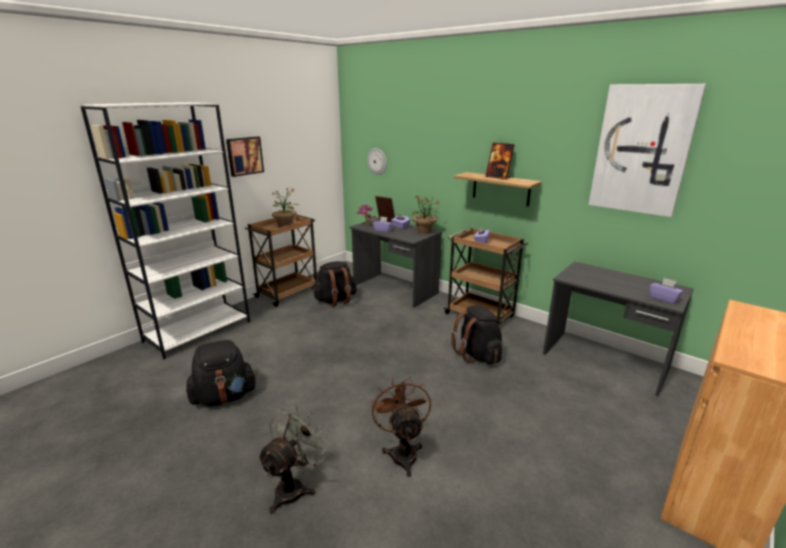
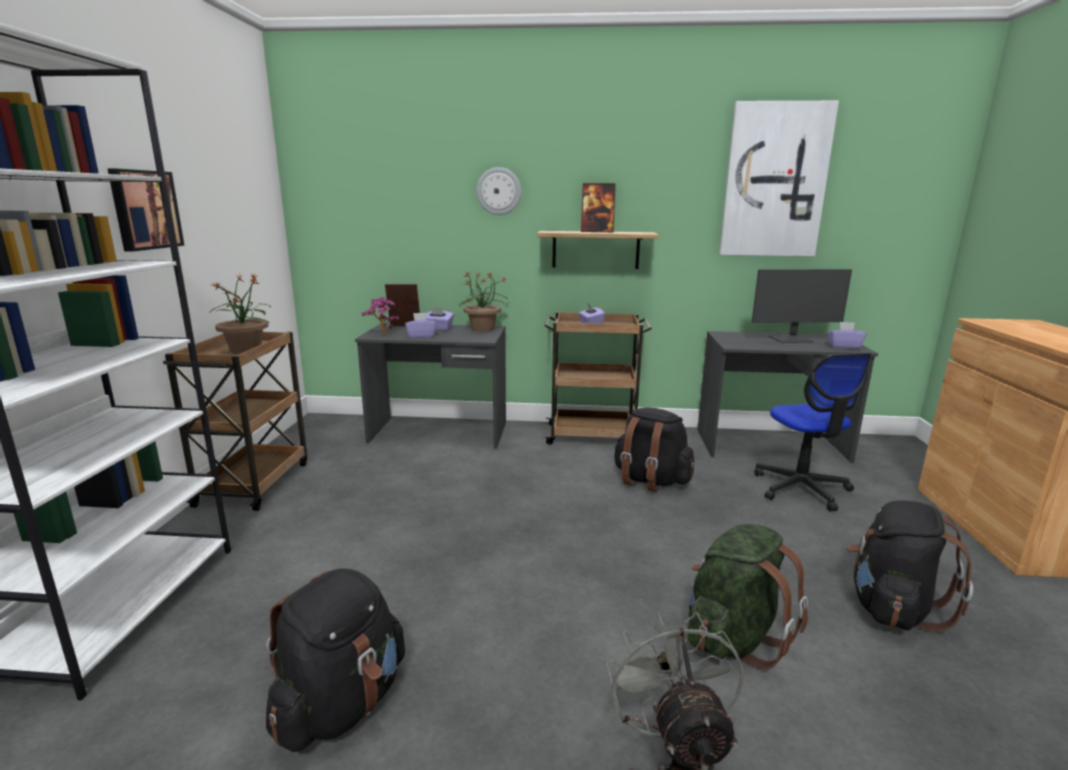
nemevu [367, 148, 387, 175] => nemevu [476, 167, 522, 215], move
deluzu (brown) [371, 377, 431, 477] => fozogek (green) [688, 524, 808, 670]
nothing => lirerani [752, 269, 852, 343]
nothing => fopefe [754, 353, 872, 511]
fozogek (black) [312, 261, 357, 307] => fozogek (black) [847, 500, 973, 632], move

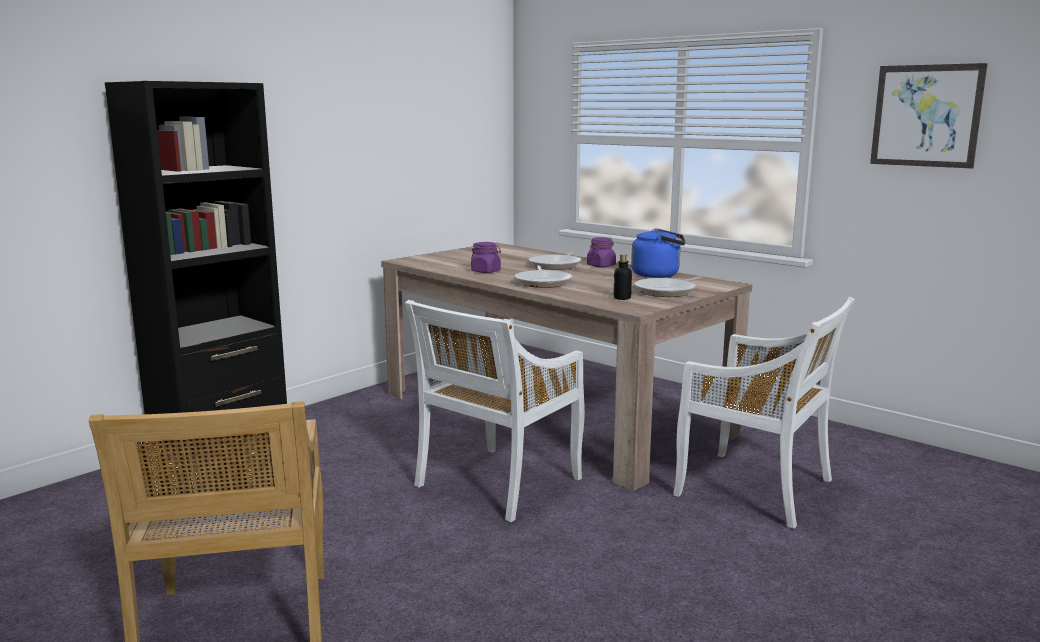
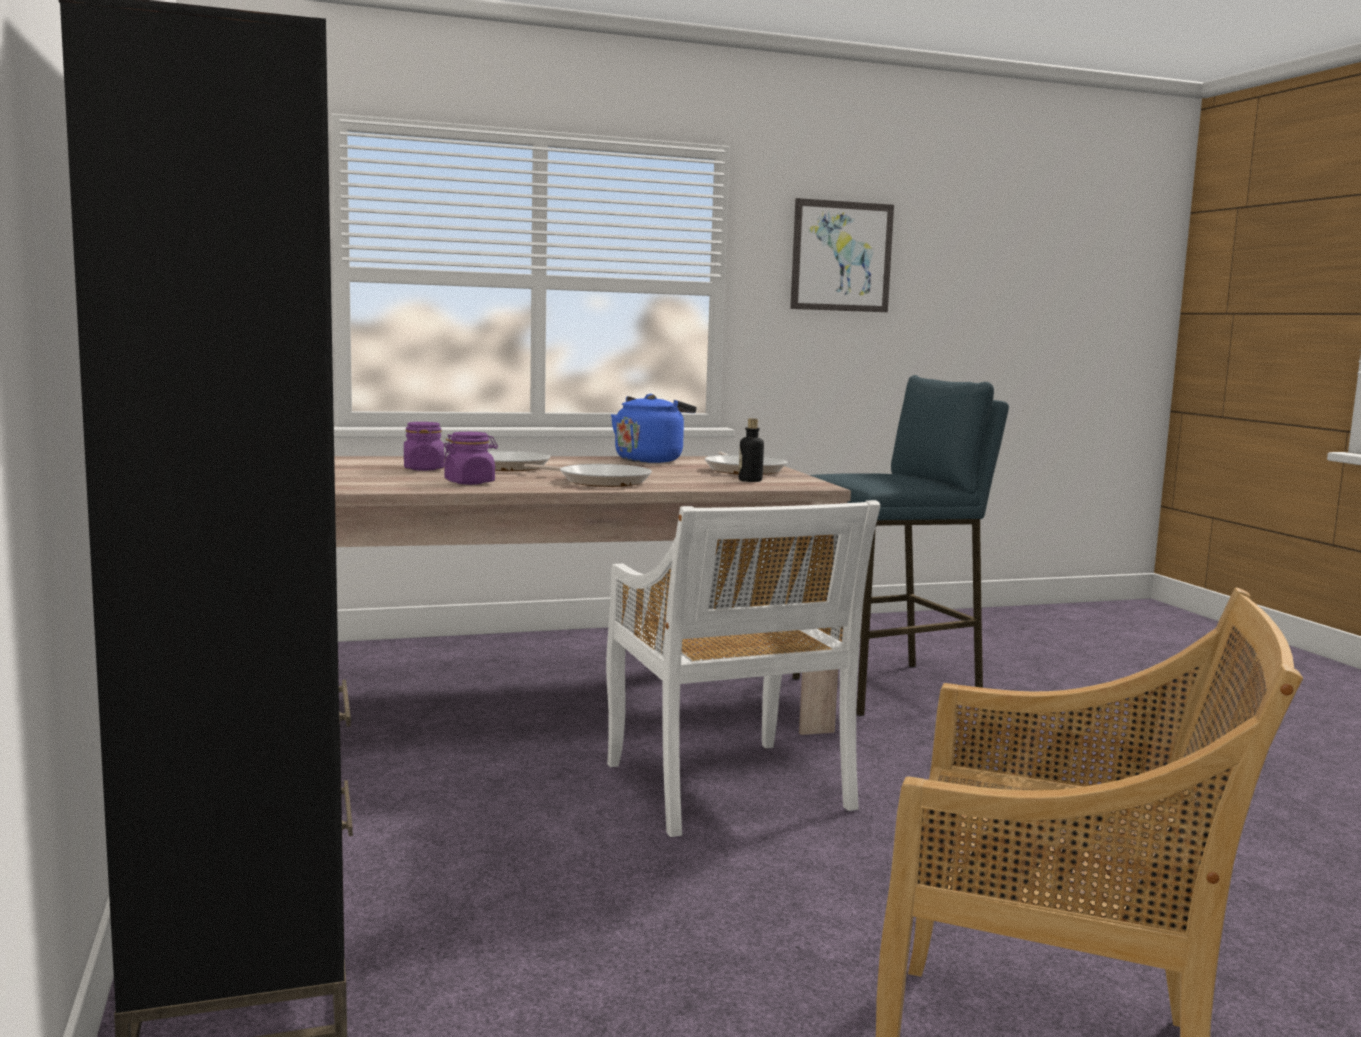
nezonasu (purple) [587, 237, 616, 267] => nezonasu (purple) [404, 422, 444, 471], move
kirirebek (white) [673, 297, 855, 529] => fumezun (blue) [793, 375, 1009, 716]

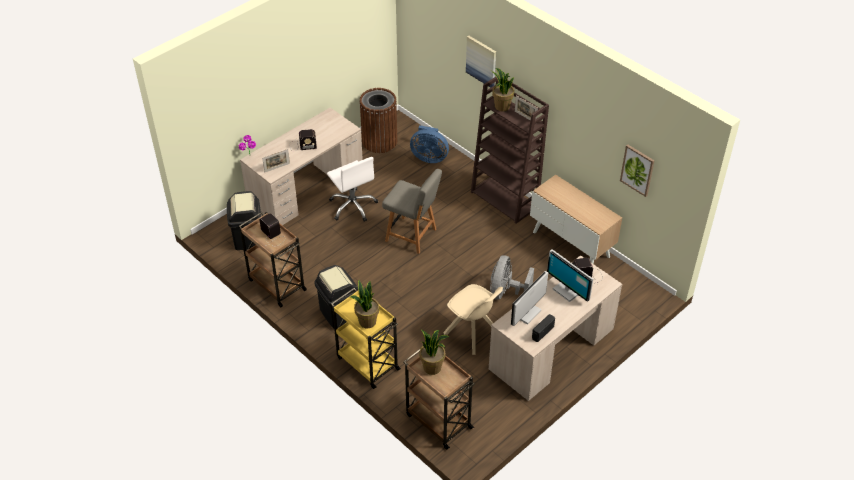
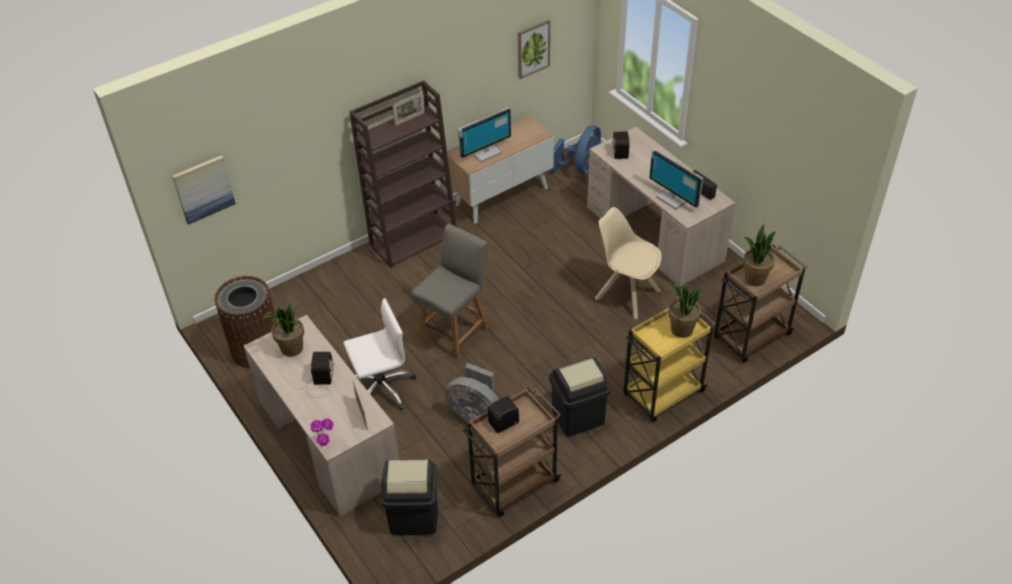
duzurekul [466, 36, 496, 88] => duzurekul [172, 155, 236, 225], move
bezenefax [492, 68, 514, 111] => bezenefax [263, 303, 304, 357], move
deluzu (grey) [490, 256, 534, 300] => deluzu (grey) [445, 363, 499, 421], move
lirerani [547, 249, 593, 302] => lirerani [458, 108, 511, 163], move
deluzu (blue) [410, 125, 449, 163] => deluzu (blue) [550, 125, 601, 174], move
kirirebek (beige) [443, 284, 503, 355] => kirirebek (beige) [595, 207, 662, 319], 105 degrees counterclockwise

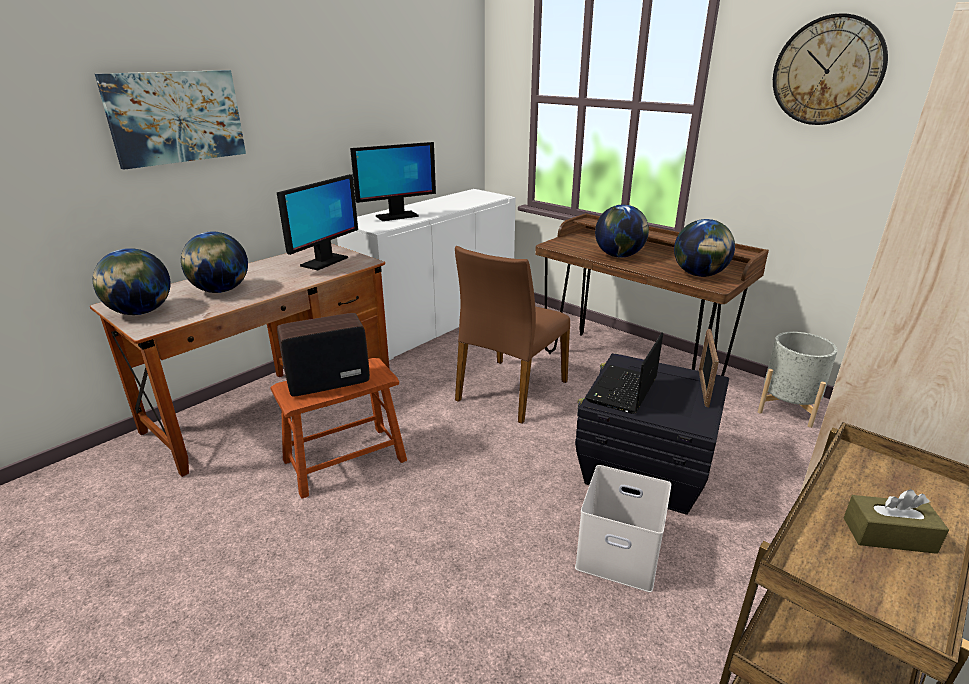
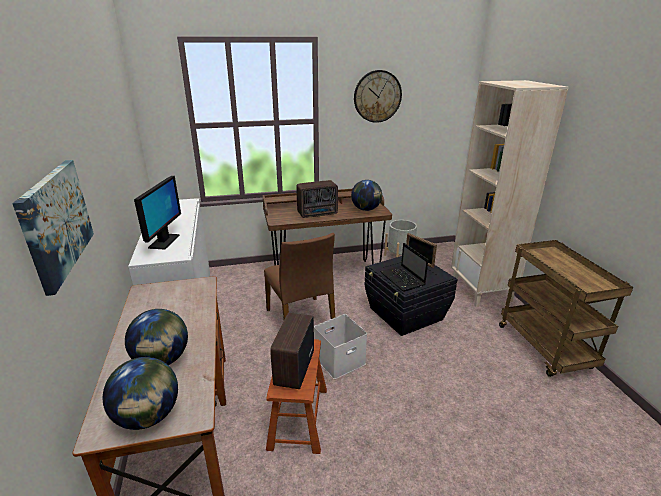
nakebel [595, 205, 649, 258] => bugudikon [297, 180, 338, 218]
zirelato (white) [575, 465, 671, 592] => zirelato (white) [314, 314, 367, 379], move
lirerani [277, 174, 358, 270] => nothing
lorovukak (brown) [844, 489, 949, 554] => nothing

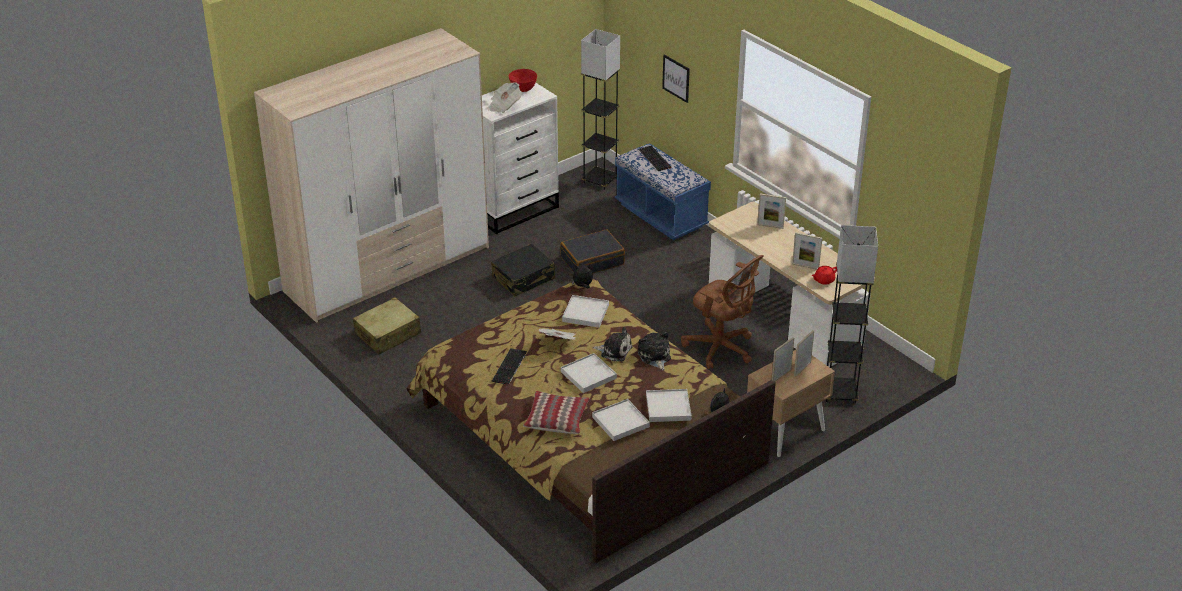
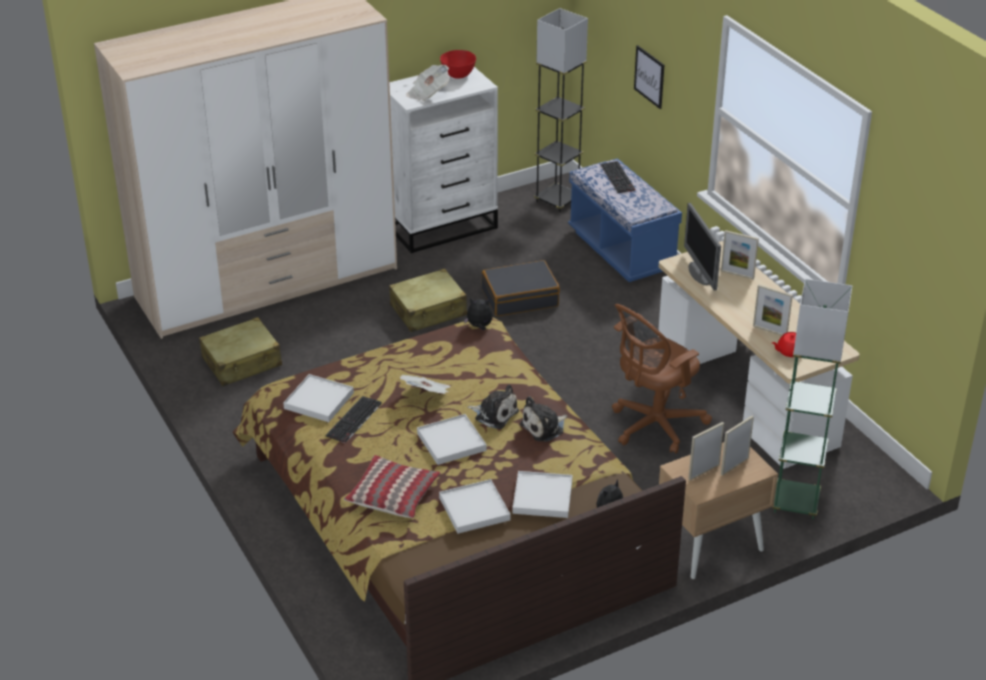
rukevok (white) [562, 295, 609, 328] => rukevok (white) [283, 374, 354, 422], move
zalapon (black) [491, 244, 555, 296] => zalapon (beige) [389, 268, 467, 332]
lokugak [638, 332, 671, 370] => lokugak [520, 396, 567, 442], 120 degrees counterclockwise
fopefe (brown) [681, 255, 764, 369] => fopefe (brown) [612, 304, 712, 454], 90 degrees clockwise
nothing => lirerani [684, 203, 721, 290]
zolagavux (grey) [826, 225, 878, 404] => zolagavux (green) [772, 279, 852, 519]

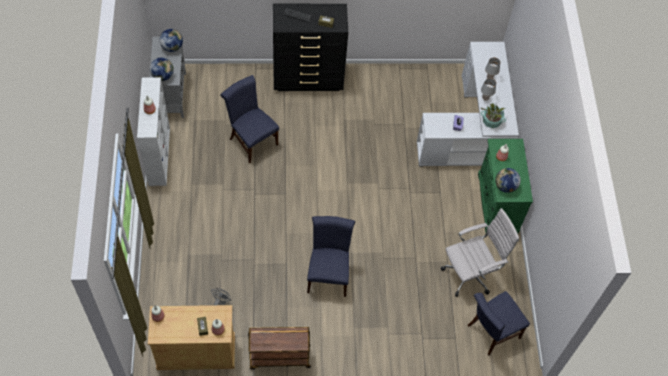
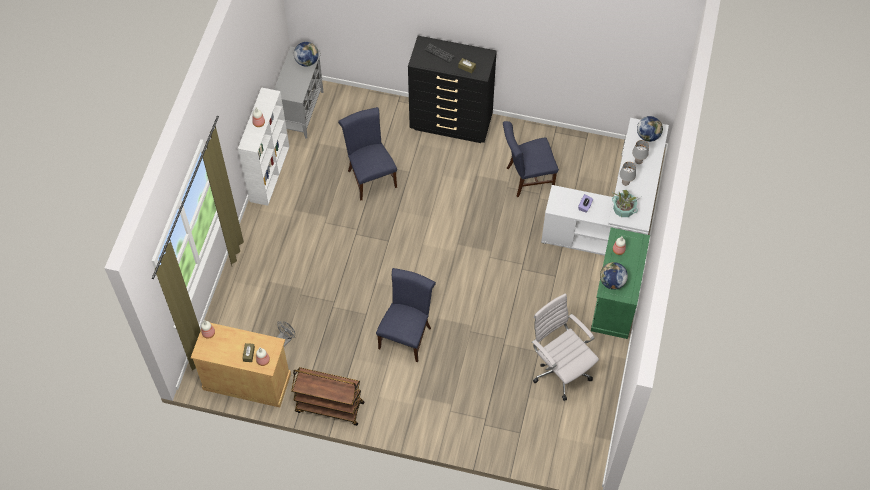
kirirebek (blue) [468, 291, 530, 355] => kirirebek (blue) [503, 121, 559, 198], move
fopefe (white) [441, 208, 519, 297] => fopefe (white) [532, 293, 599, 401], 120 degrees counterclockwise
nakebel [150, 58, 174, 81] => nakebel [637, 116, 663, 142], move

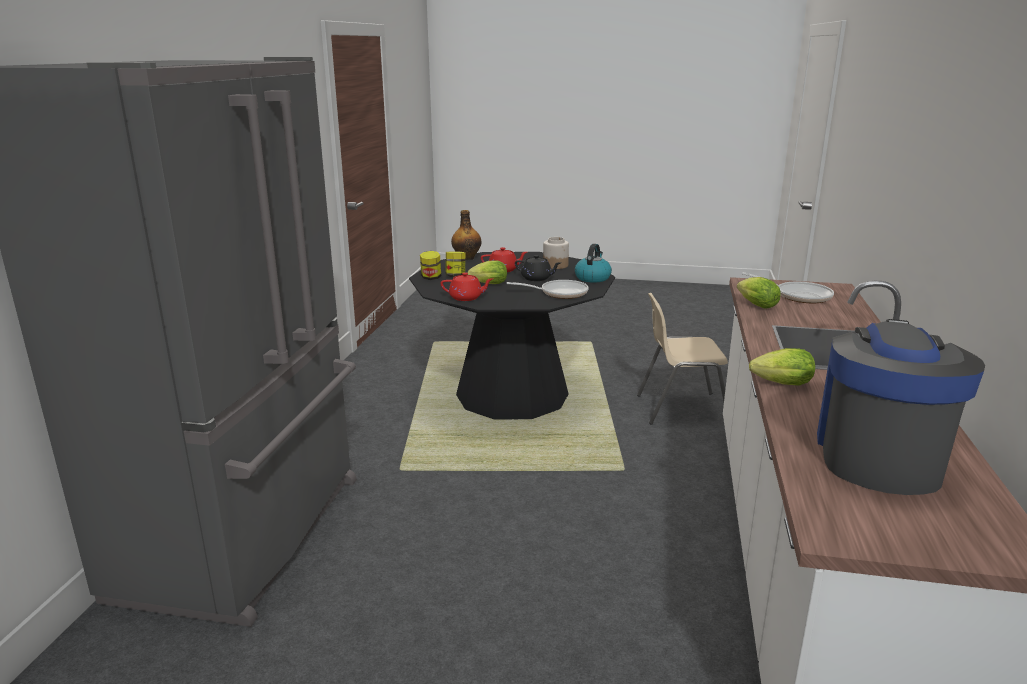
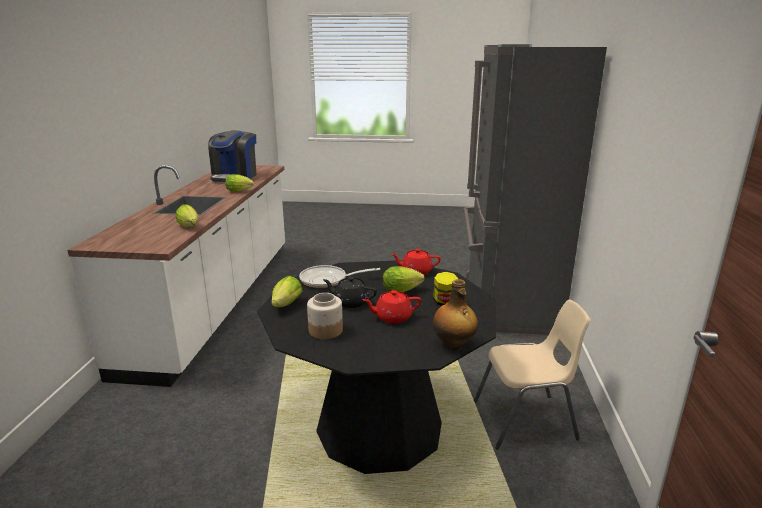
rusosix [575, 244, 612, 283] => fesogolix [271, 276, 303, 307]
kirirebek (beige) [637, 293, 728, 425] => kirirebek (beige) [474, 300, 591, 450], move
nezonasu [420, 251, 441, 280] => nothing
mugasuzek [742, 272, 834, 303] => nothing

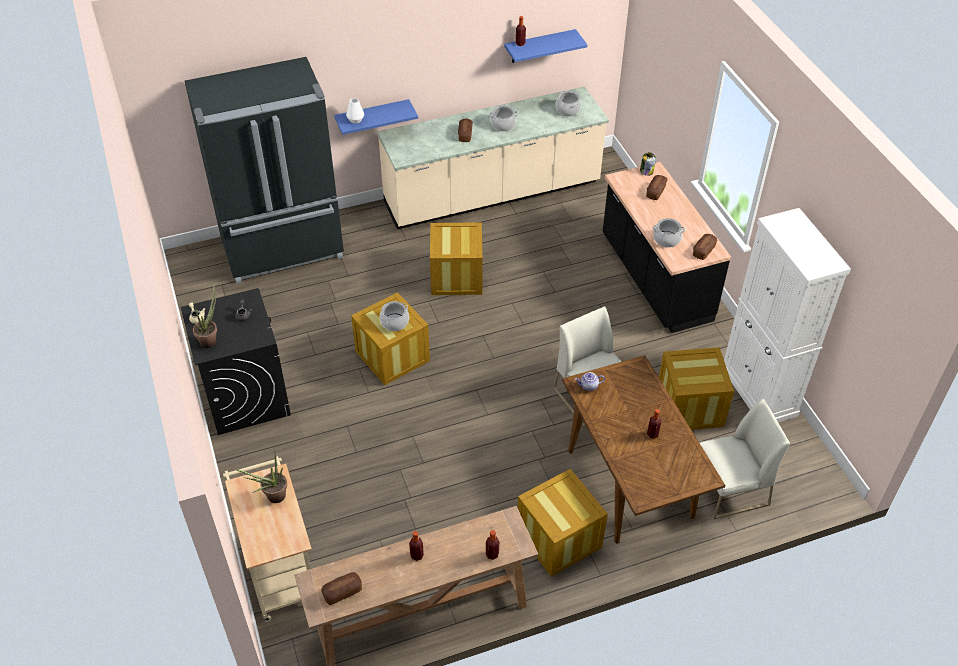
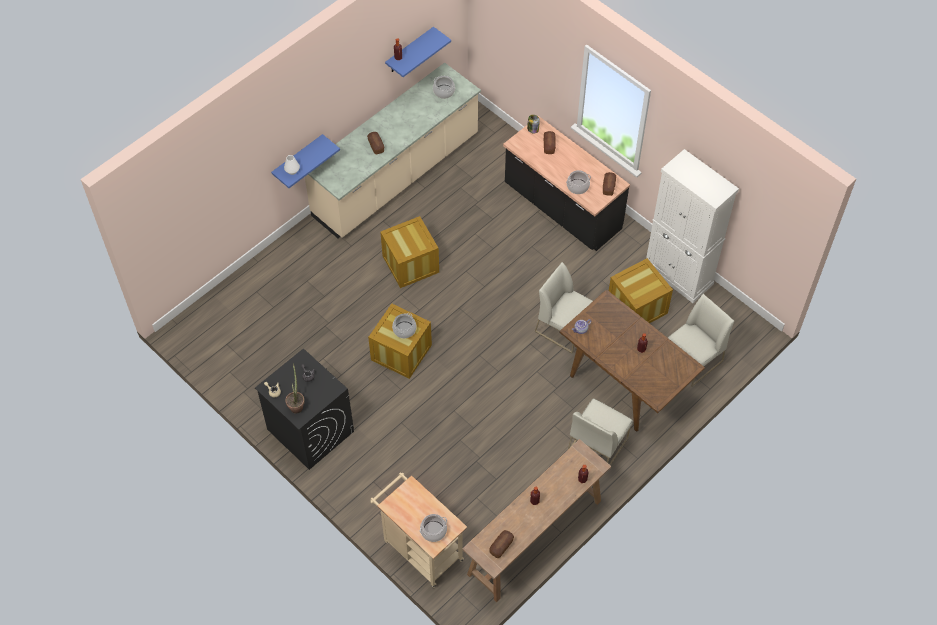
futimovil [489, 105, 518, 131] => futimovil [420, 514, 447, 542], move
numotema [518, 468, 608, 577] => kirirebek (white) [568, 398, 633, 465]
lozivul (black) [185, 57, 344, 284] => nothing
bezenefax [236, 451, 287, 503] => nothing

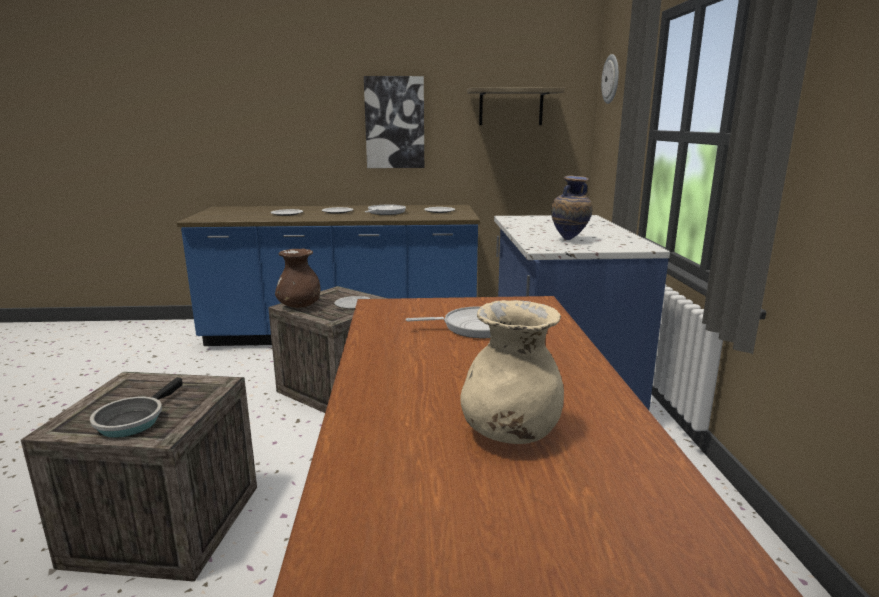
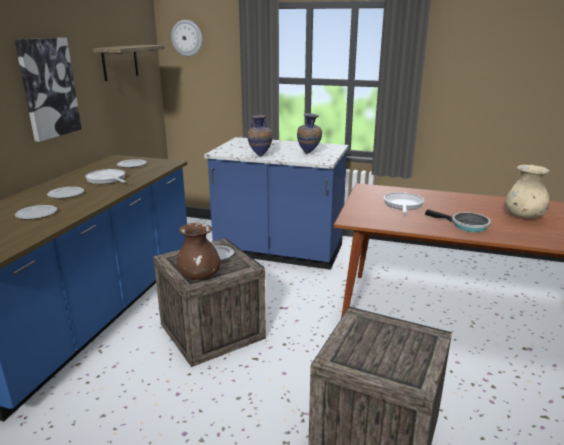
nothing => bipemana [247, 115, 272, 157]
mugasuzek [90, 377, 182, 438] => mugasuzek [425, 209, 491, 232], move

